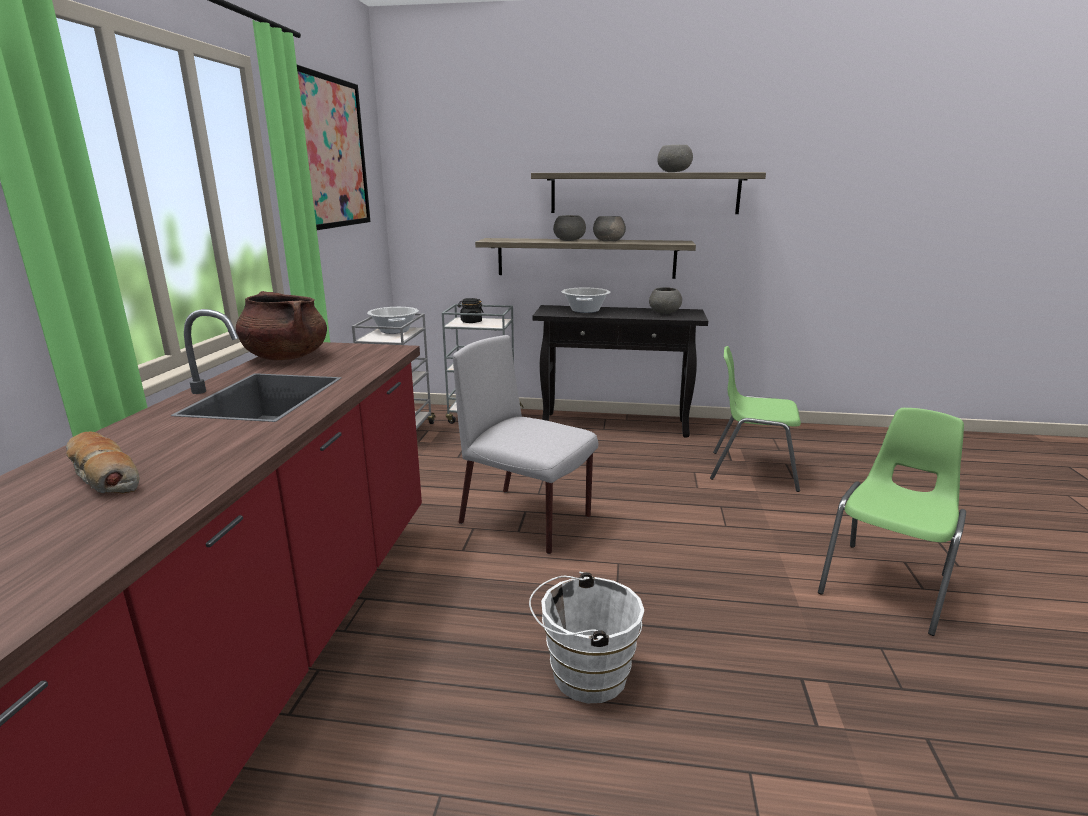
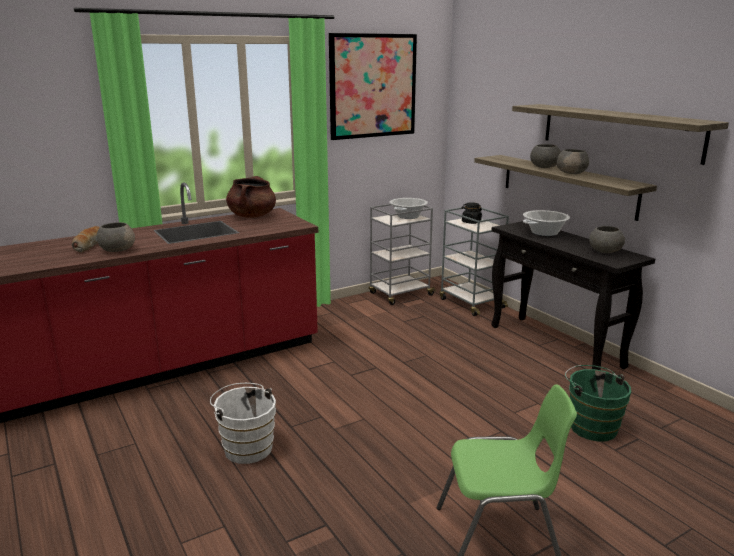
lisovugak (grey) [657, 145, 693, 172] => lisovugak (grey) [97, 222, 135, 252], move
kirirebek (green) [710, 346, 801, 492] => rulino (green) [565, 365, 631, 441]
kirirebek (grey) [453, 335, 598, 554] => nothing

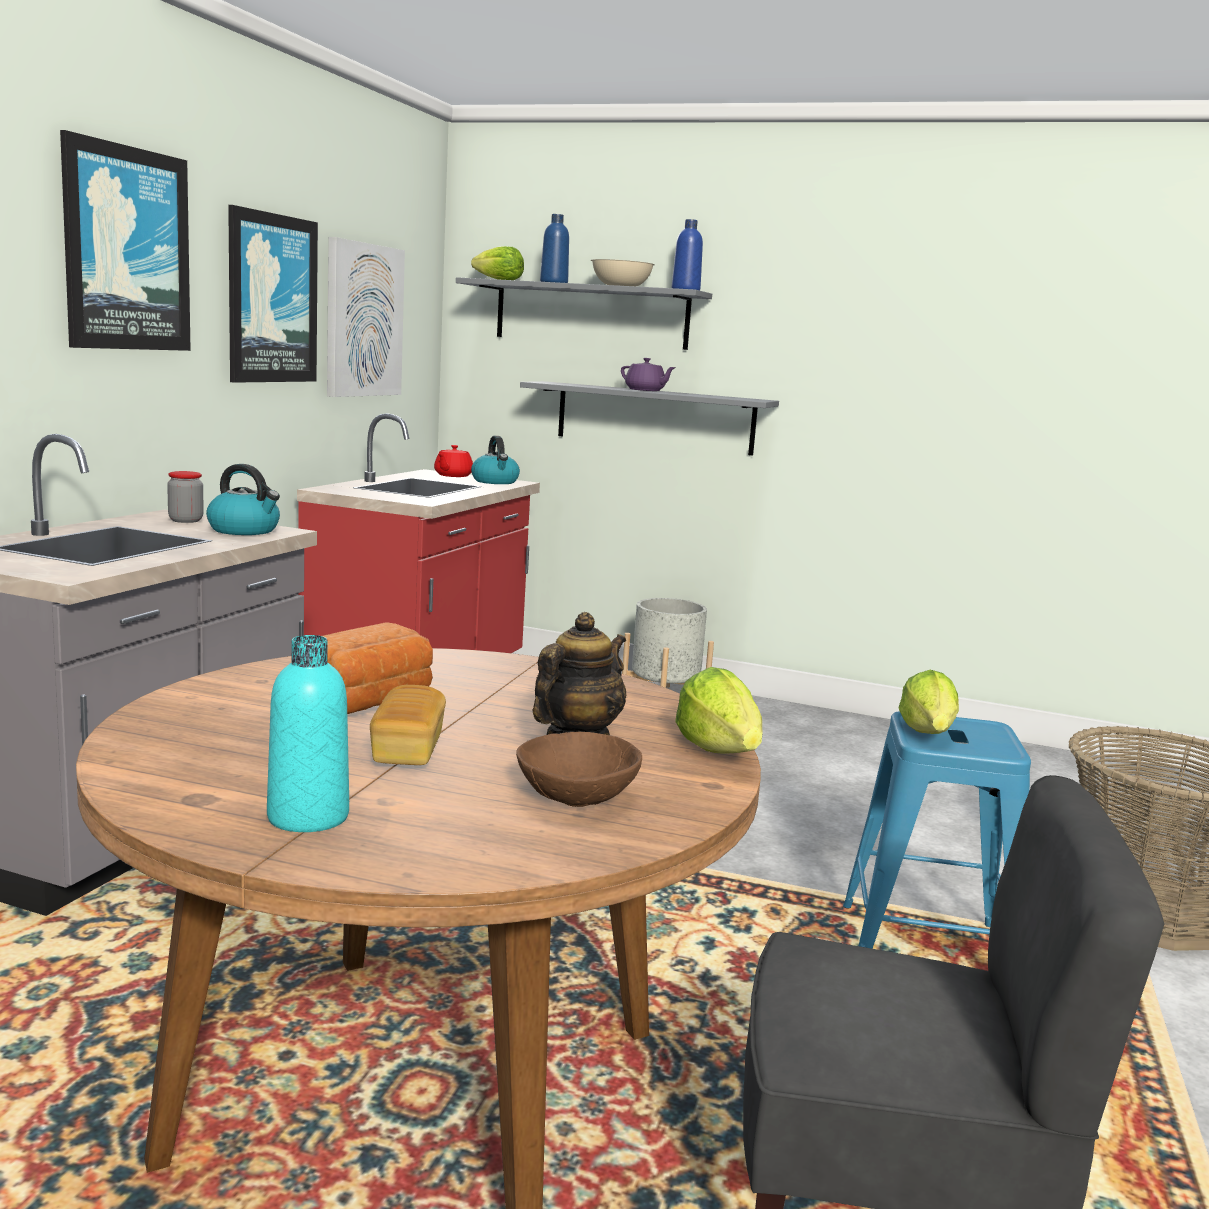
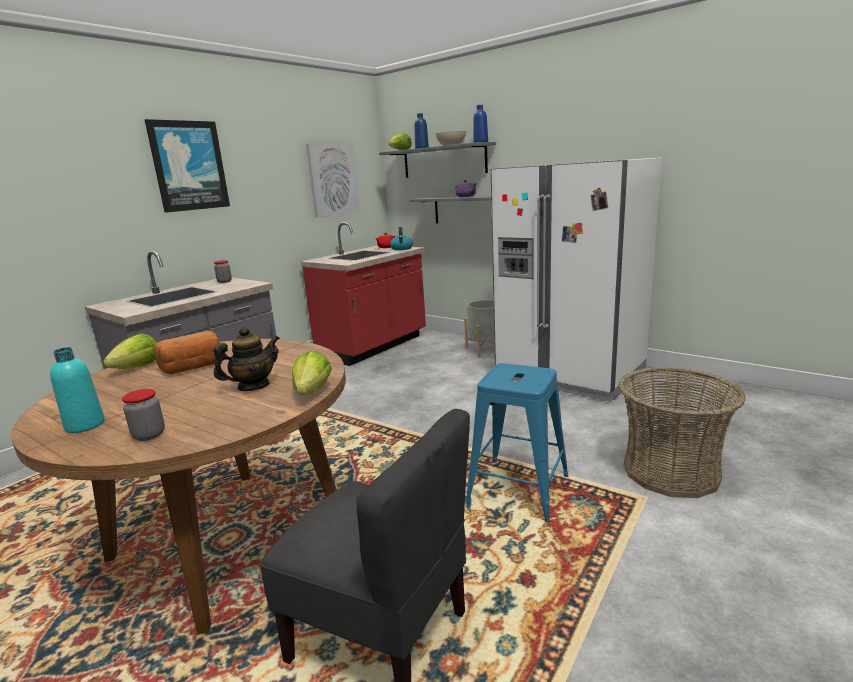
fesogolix [898, 670, 959, 734] => fesogolix [103, 333, 157, 369], move
nothing => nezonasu [122, 389, 165, 441]
nothing => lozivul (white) [491, 157, 662, 402]
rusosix [206, 464, 280, 535] => nothing
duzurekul [228, 205, 318, 383] => nothing
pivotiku [370, 685, 446, 765] => nothing
lisovugak (brown) [516, 732, 642, 807] => nothing

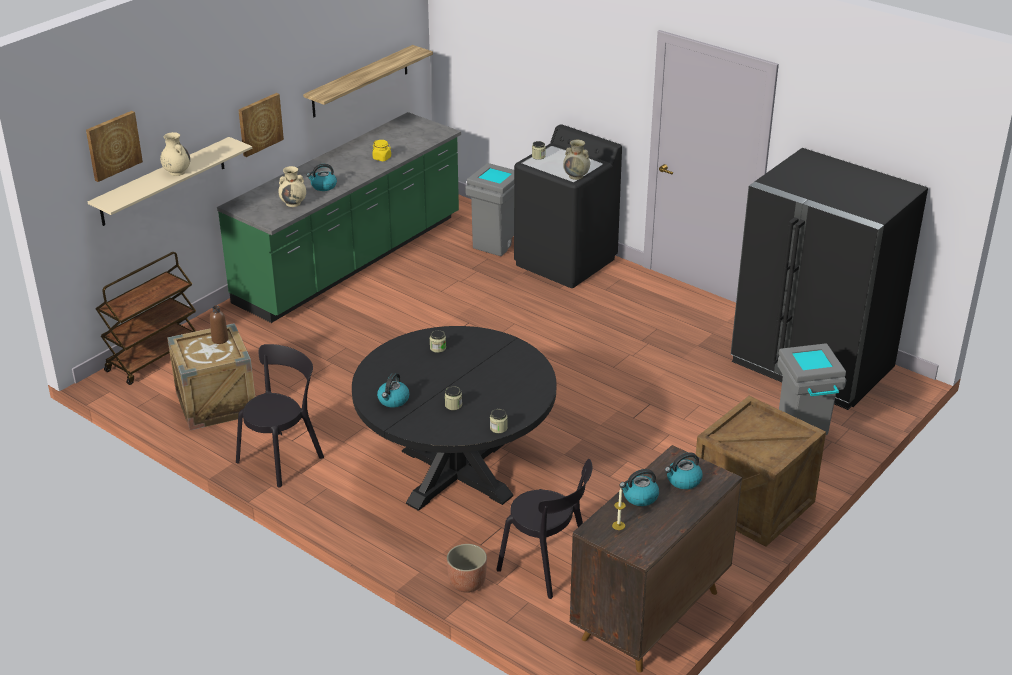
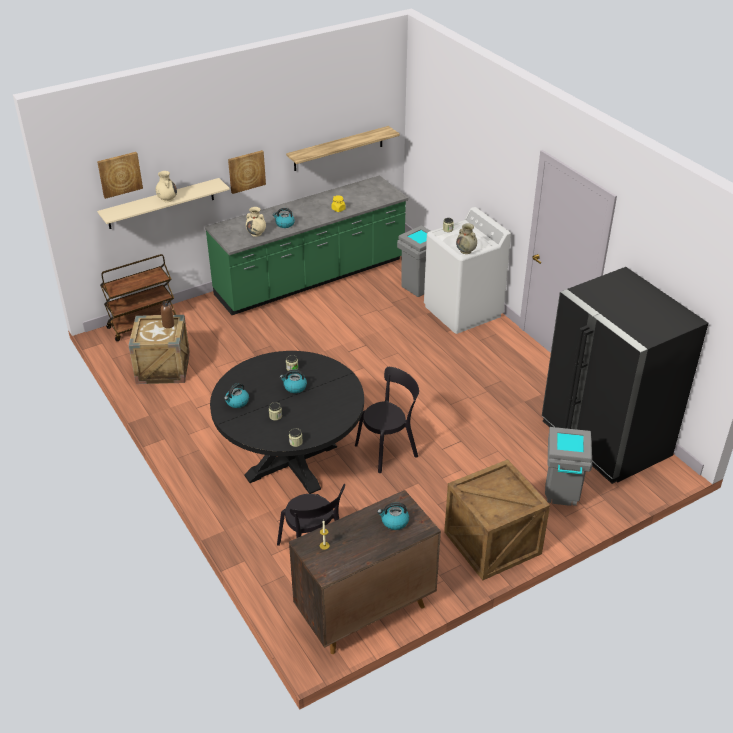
rusosix [620, 469, 659, 506] => rusosix [280, 369, 307, 393], move
kirirebek (black) [236, 344, 324, 488] => kirirebek (black) [355, 367, 419, 473], move
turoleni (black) [514, 125, 622, 288] => turoleni (white) [424, 207, 511, 334]
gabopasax [447, 544, 487, 593] => nothing

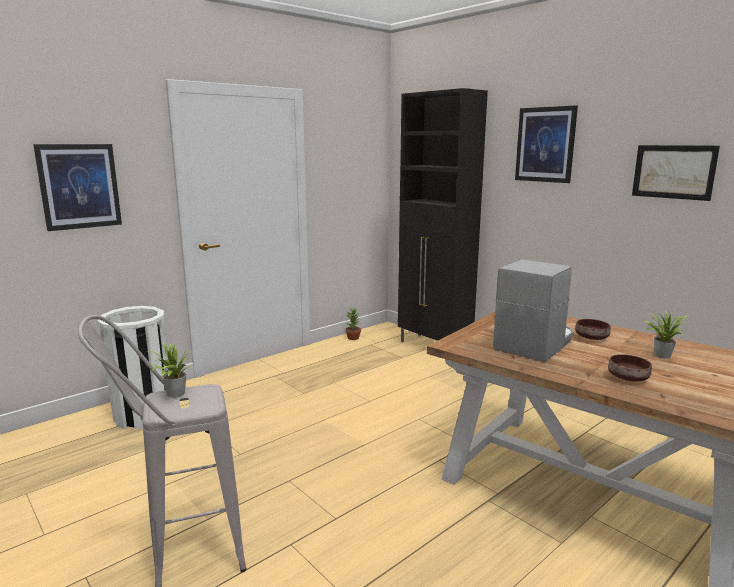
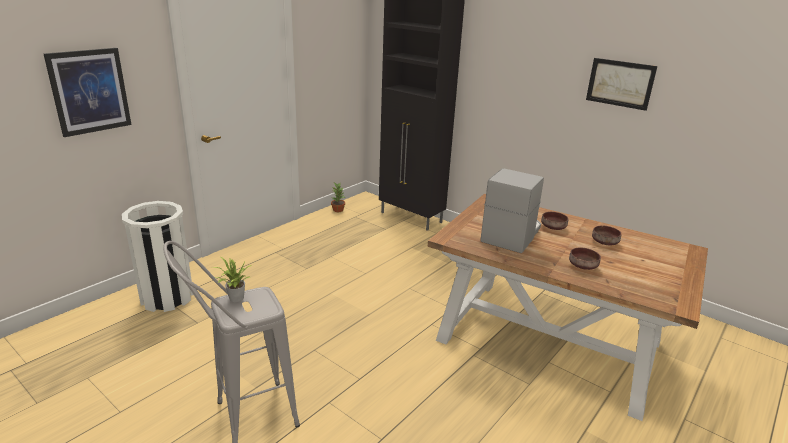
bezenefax [644, 311, 687, 359] => lisovugak (brown) [592, 226, 622, 245]
duzurekul [515, 105, 578, 183] => nothing

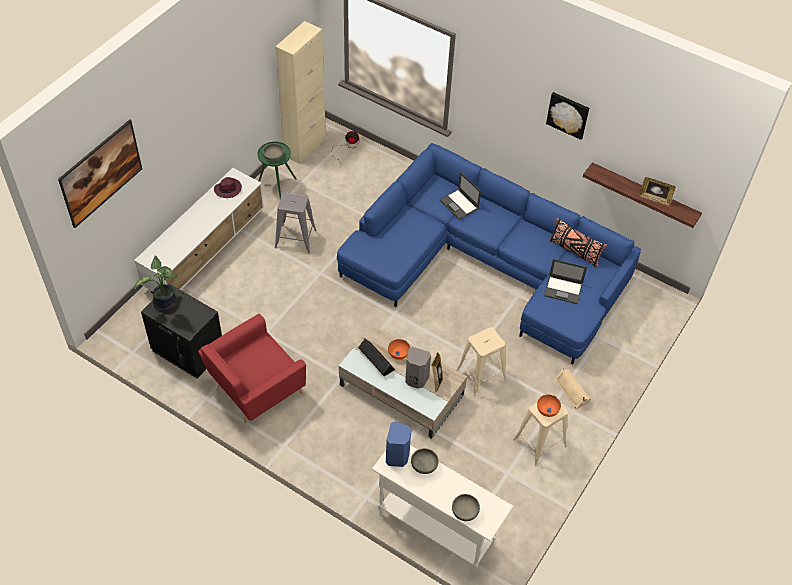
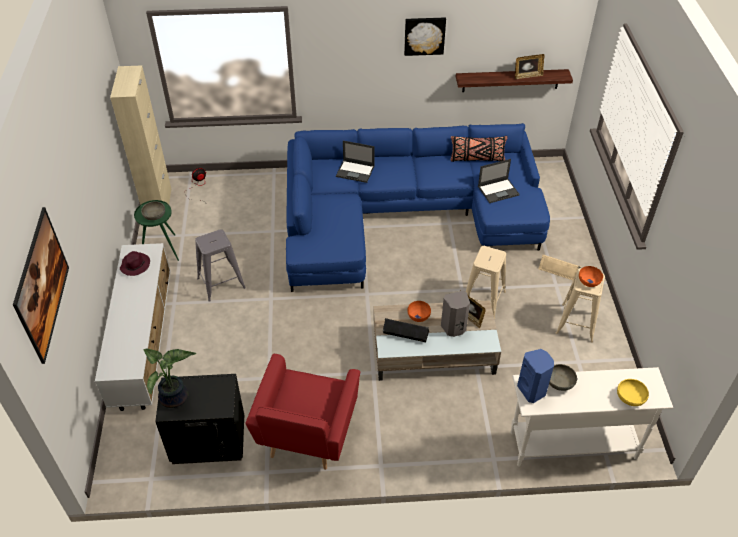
lisovugak (grey) [452, 494, 480, 521] => lisovugak (yellow) [617, 379, 649, 406]

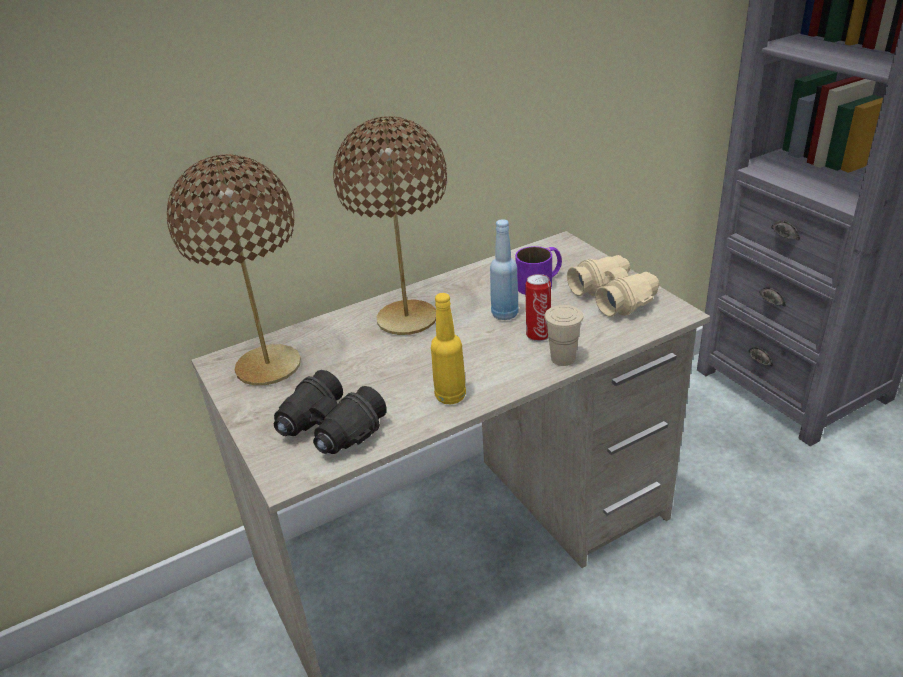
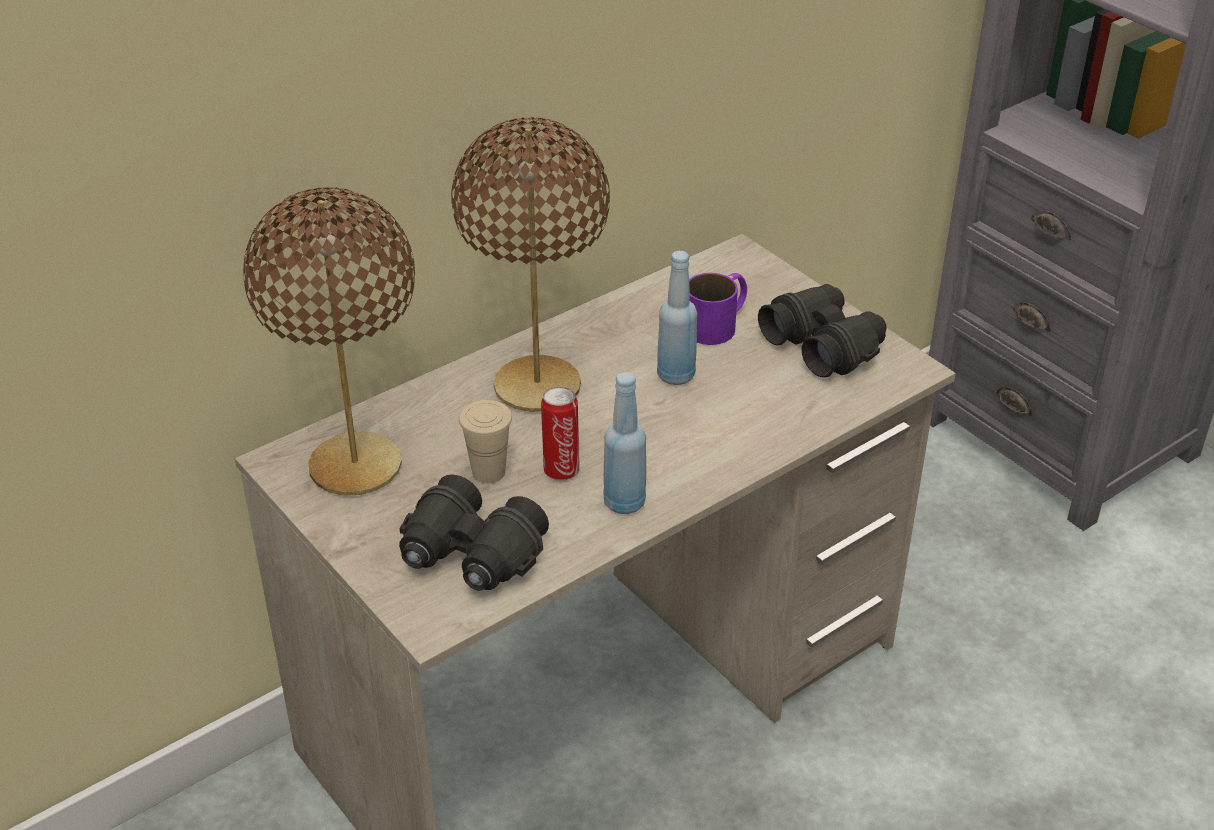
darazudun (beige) [544, 305, 584, 366] => darazudun (beige) [459, 400, 512, 483], move
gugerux [525, 274, 551, 341] => gugerux [541, 387, 579, 481], move
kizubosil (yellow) [431, 293, 466, 404] => kizubosil (blue) [604, 372, 646, 514]
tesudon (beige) [567, 255, 659, 317] => tesudon (black) [758, 284, 887, 378]

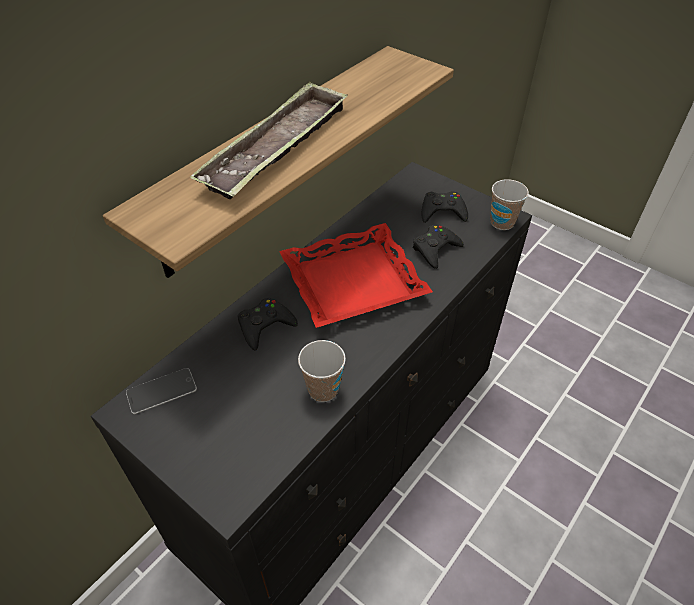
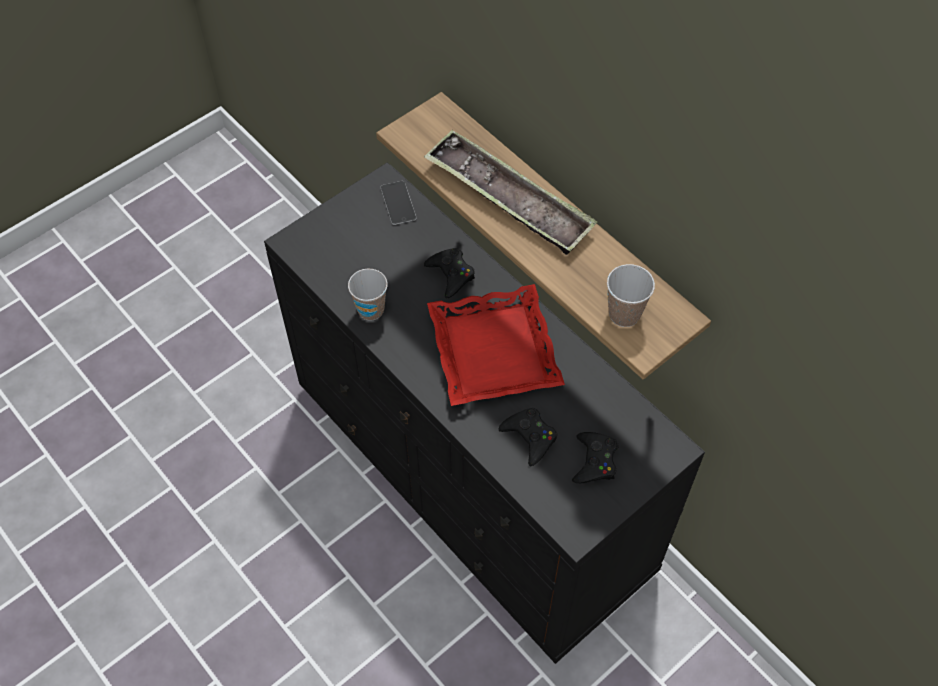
darazudun [490, 179, 529, 230] => darazudun [607, 264, 655, 327], move

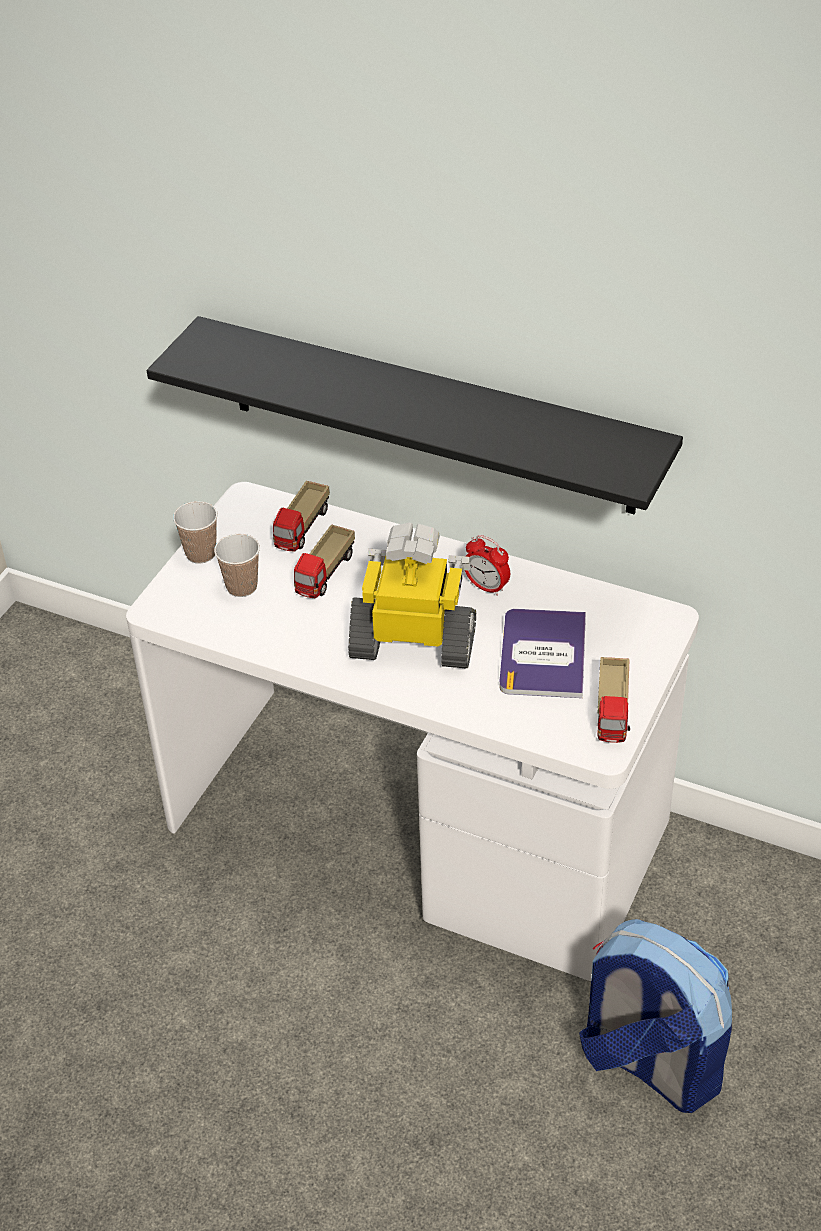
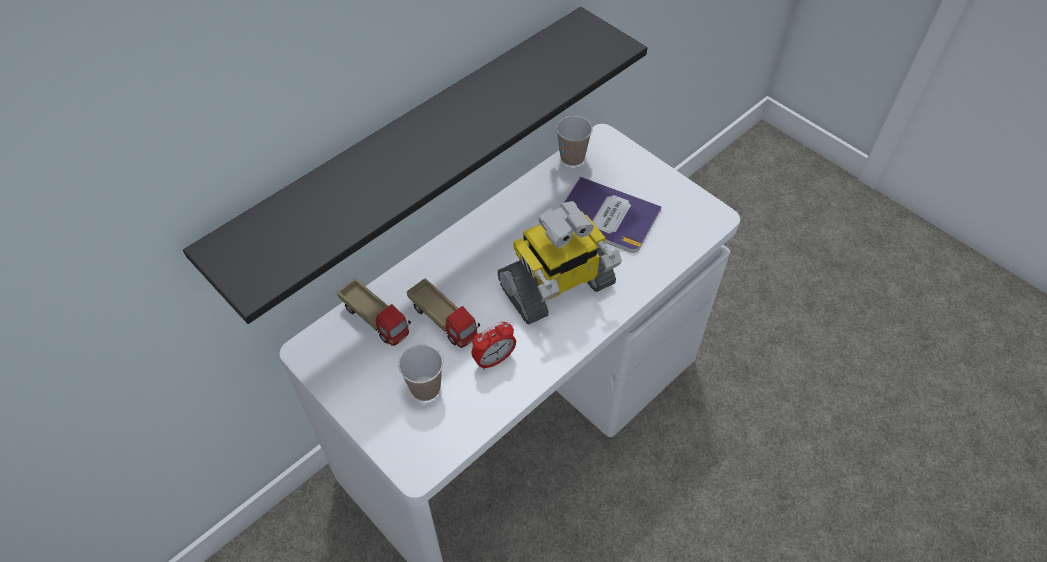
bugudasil [465, 535, 510, 596] => bugudasil [472, 322, 516, 370], move
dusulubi [348, 522, 476, 669] => dusulubi [498, 201, 622, 324], 150 degrees counterclockwise
darazudun [173, 501, 218, 564] => darazudun [556, 116, 593, 166], move
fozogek [579, 919, 732, 1113] => nothing
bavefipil [598, 657, 630, 743] => nothing

